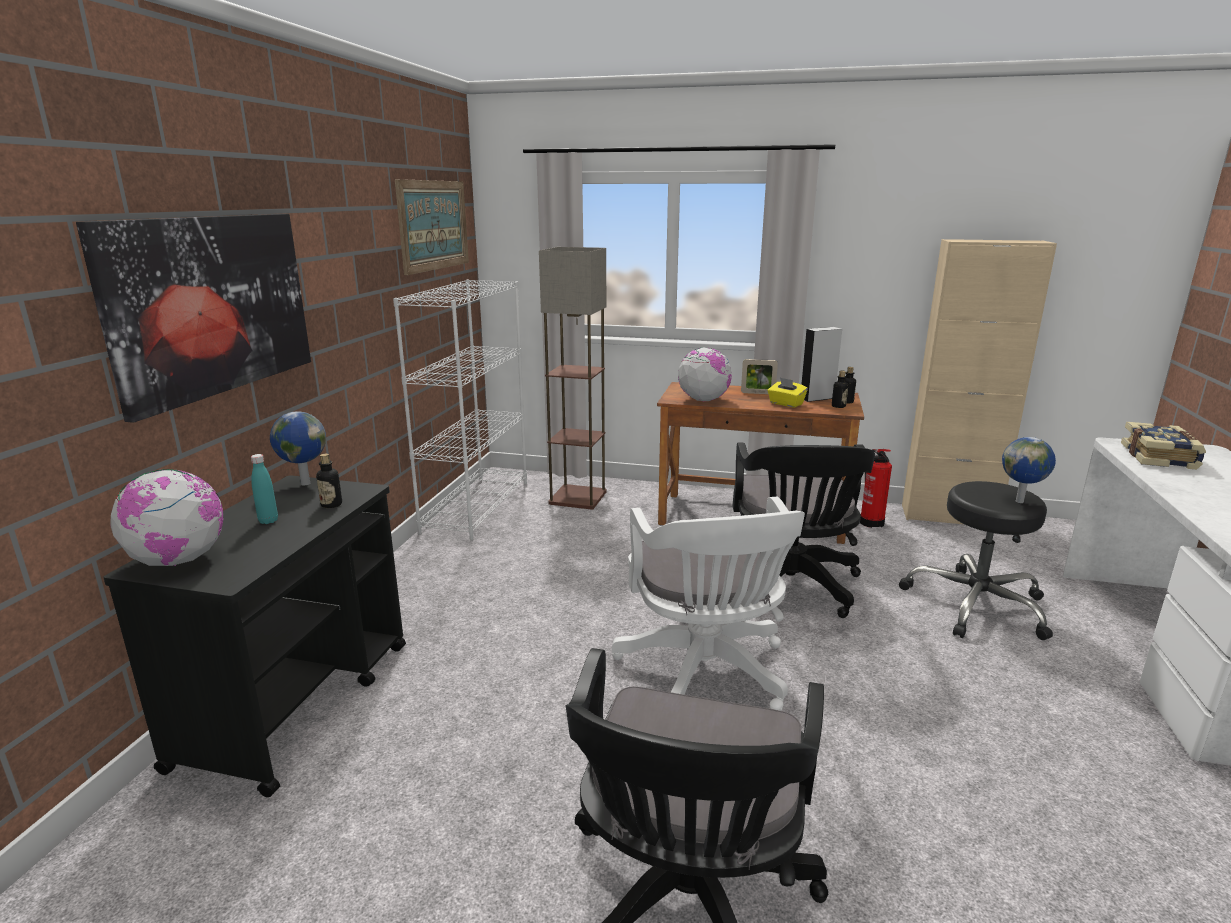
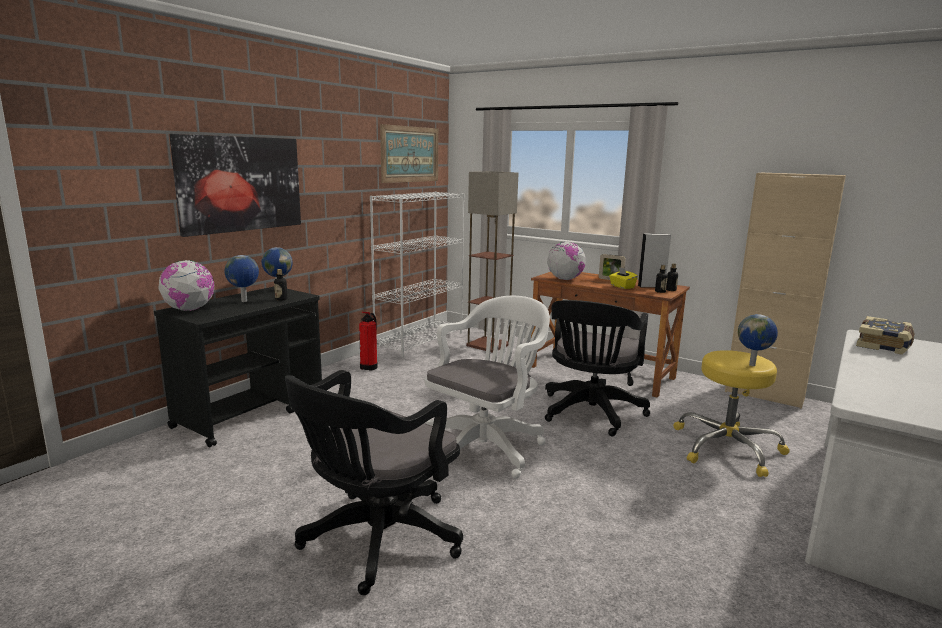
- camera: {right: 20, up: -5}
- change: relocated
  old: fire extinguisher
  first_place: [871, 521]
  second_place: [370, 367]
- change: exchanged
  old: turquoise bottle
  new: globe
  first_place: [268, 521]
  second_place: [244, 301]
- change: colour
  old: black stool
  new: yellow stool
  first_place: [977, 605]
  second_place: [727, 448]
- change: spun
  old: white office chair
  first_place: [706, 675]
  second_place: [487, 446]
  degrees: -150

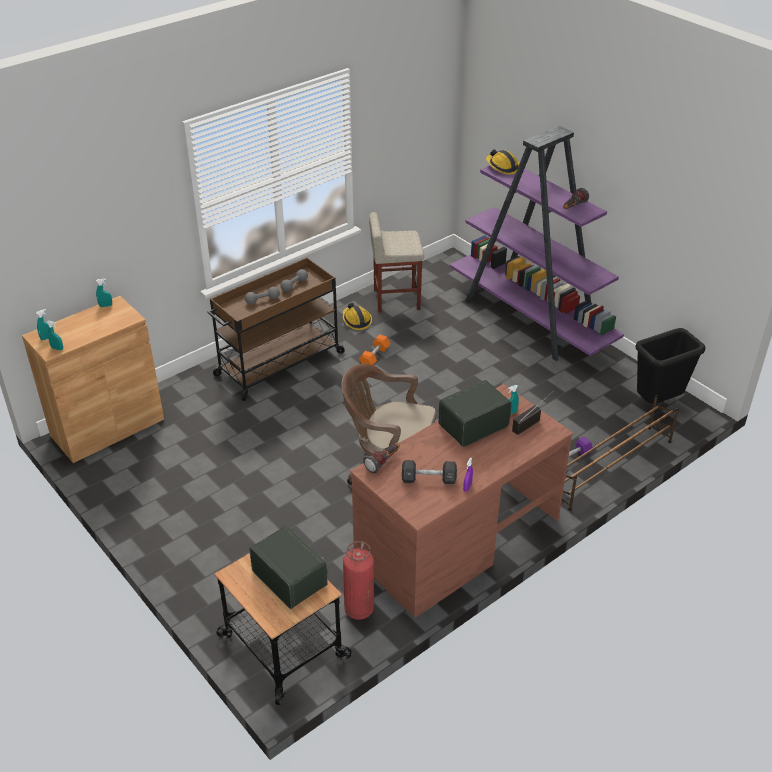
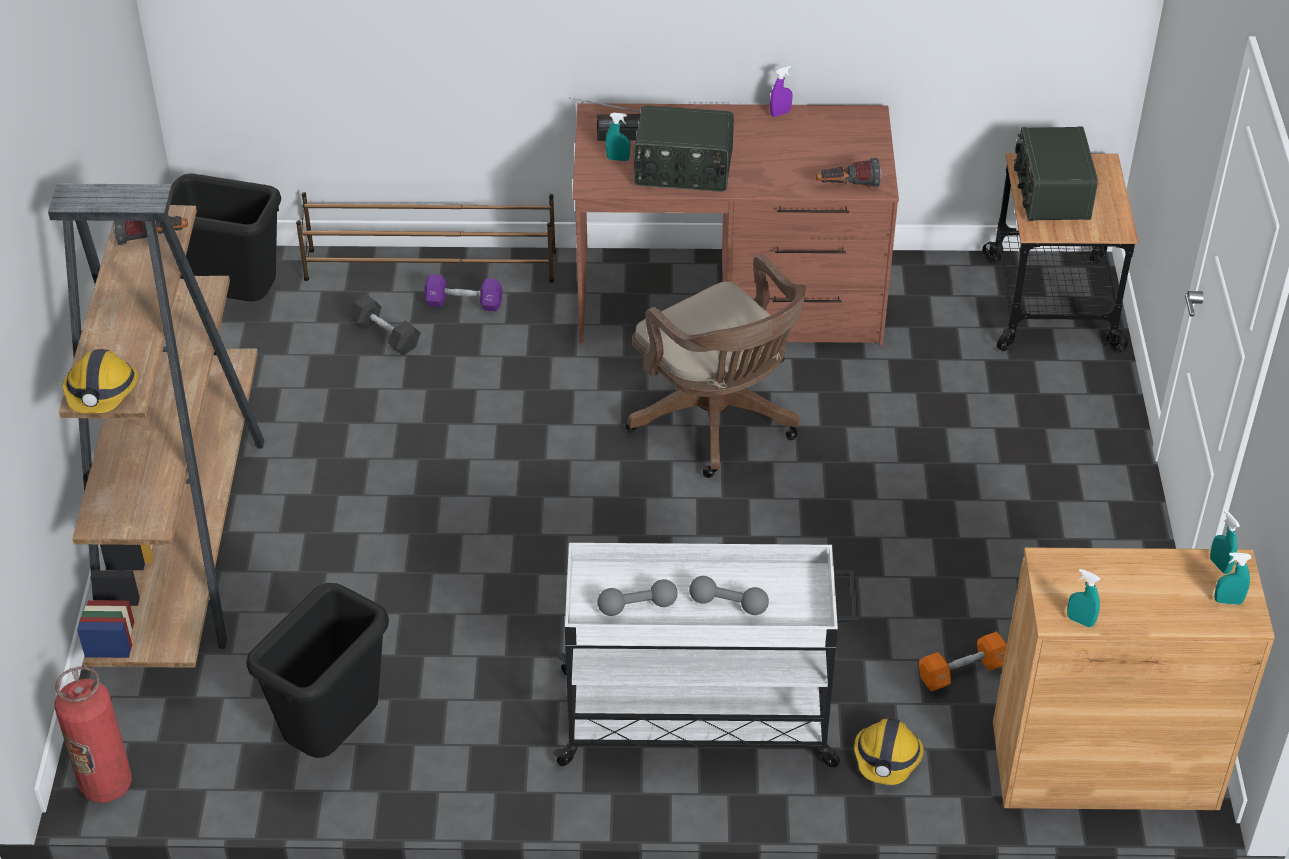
- camera: {right: -140, up: 5}
- change: relocated
  old: hard hat
  first_place: [356, 320]
  second_place: [887, 758]
- change: relocated
  old: fire extinguisher
  first_place: [359, 609]
  second_place: [106, 784]
- change: relocated
  old: orange dumbbell
  first_place: [374, 357]
  second_place: [962, 671]
- change: relocated
  old: black dumbbell
  first_place: [428, 479]
  second_place: [386, 335]
- change: exchanged
  old: beige stool
  new: black trash can
  first_place: [395, 299]
  second_place: [333, 738]
- change: colour
  old: brown cart
  new: white cart
  first_place: [278, 364]
  second_place: [701, 719]
- change: colour
  old: purple bookcase
  new: brown bookcase
  first_place: [531, 320]
  second_place: [184, 535]

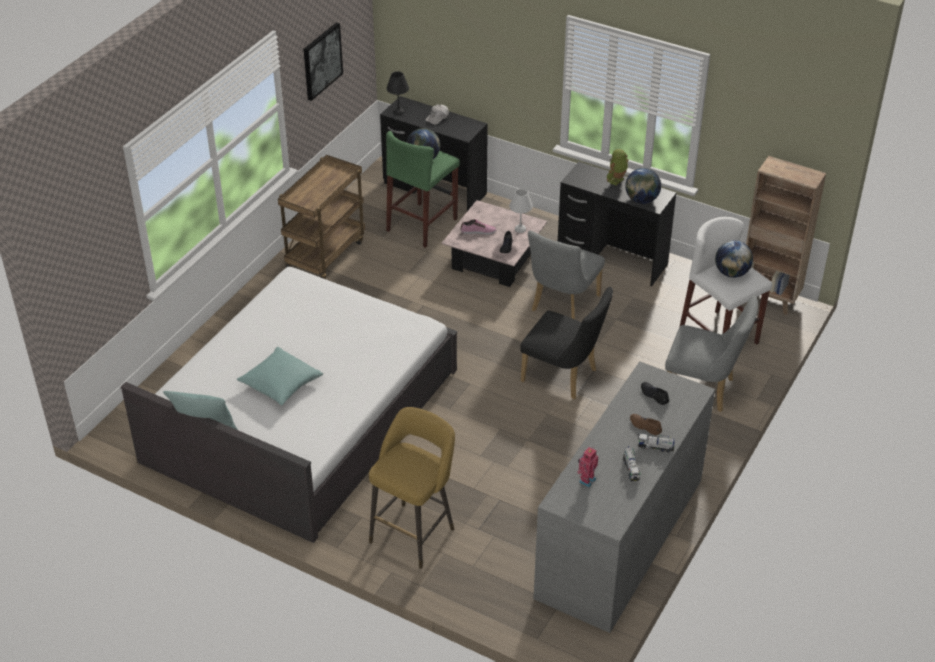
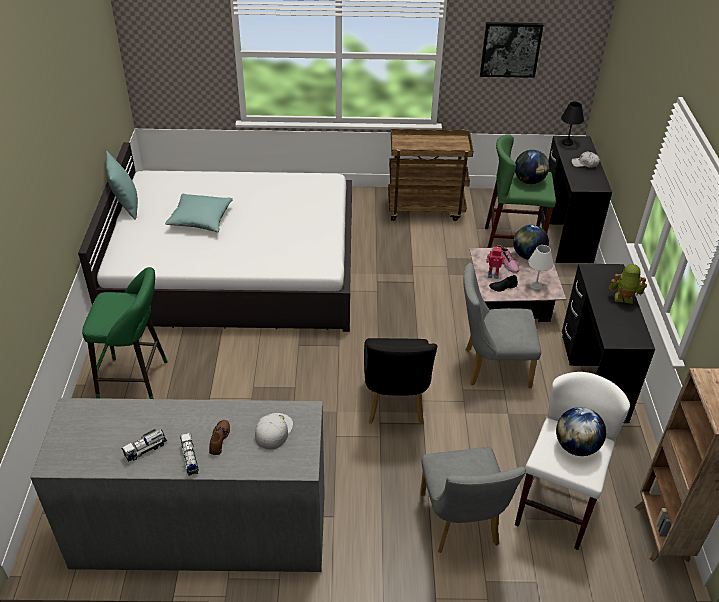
- camera: {right: 60, up: 0}
- change: relocated
  old: toy robot
  first_place: [586, 480]
  second_place: [493, 274]
- change: relocated
  old: globe
  first_place: [641, 200]
  second_place: [528, 255]
- change: exchanged
  old: black shoe
  new: white cap
  first_place: [654, 395]
  second_place: [273, 430]
- change: colour
  old: yellow stool
  new: green stool
  first_place: [414, 532]
  second_place: [137, 381]

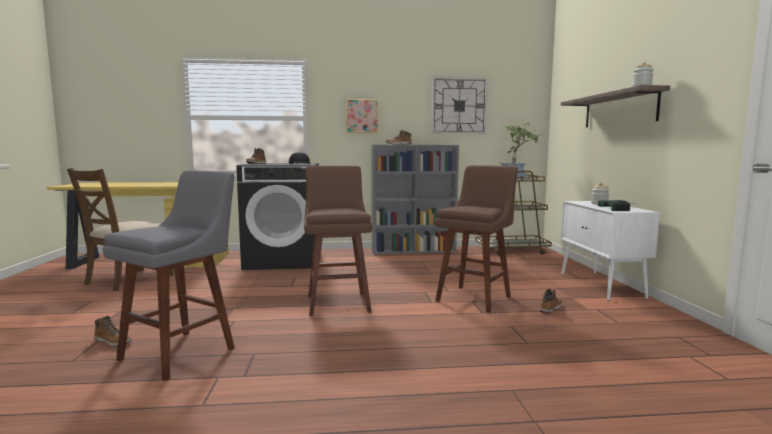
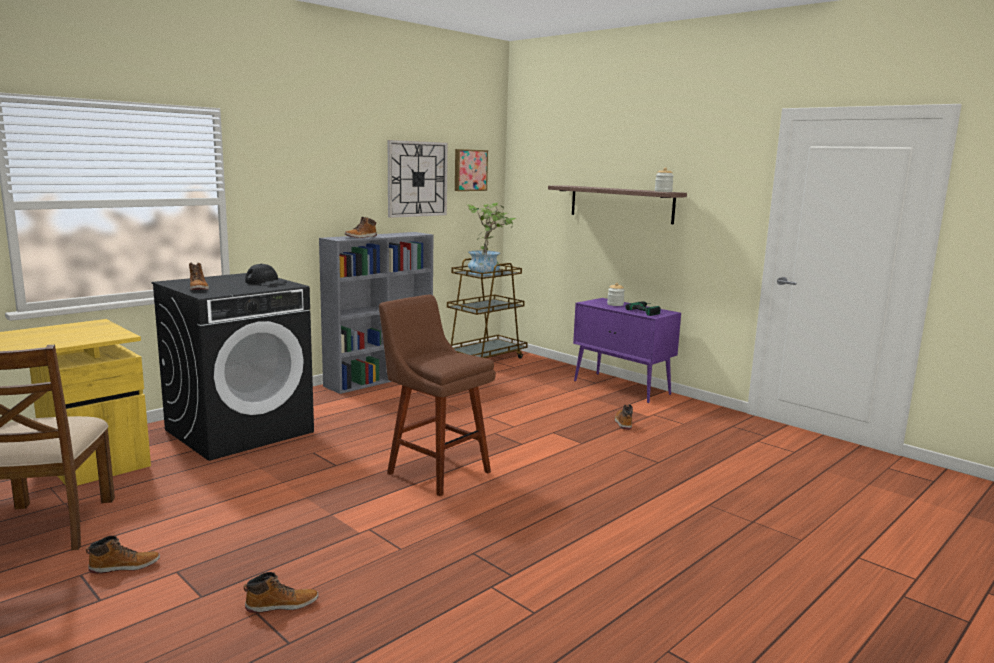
- camera: {right: -40, up: 5}
- change: missing
  old: grey stool
  first_place: [182, 352]
- change: missing
  old: brown stool
  first_place: [475, 297]
- change: appeared
  new: boot
  second_place: [125, 566]
- change: relocated
  old: picture
  first_place: [362, 116]
  second_place: [469, 170]
- change: colour
  old: white cabinet
  new: purple cabinet
  first_place: [601, 286]
  second_place: [622, 388]

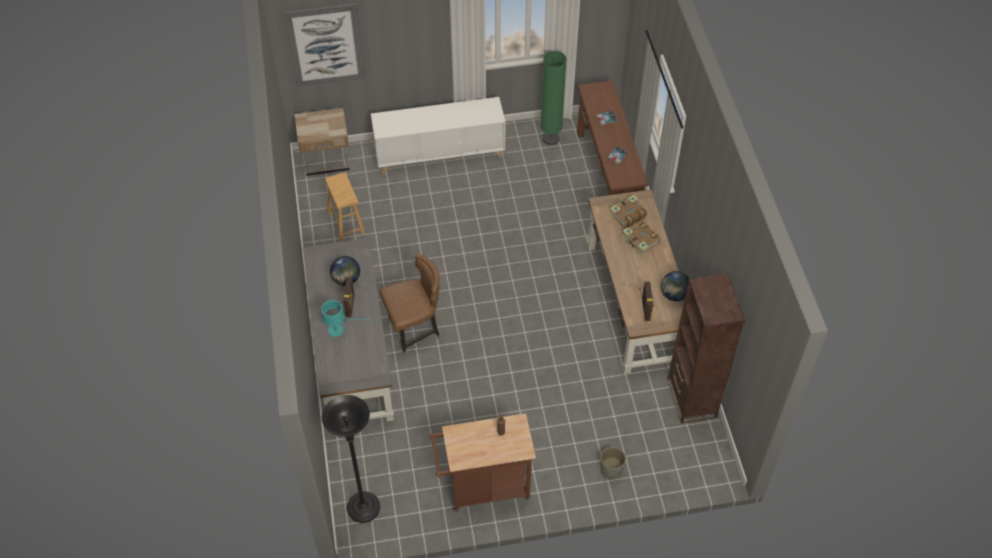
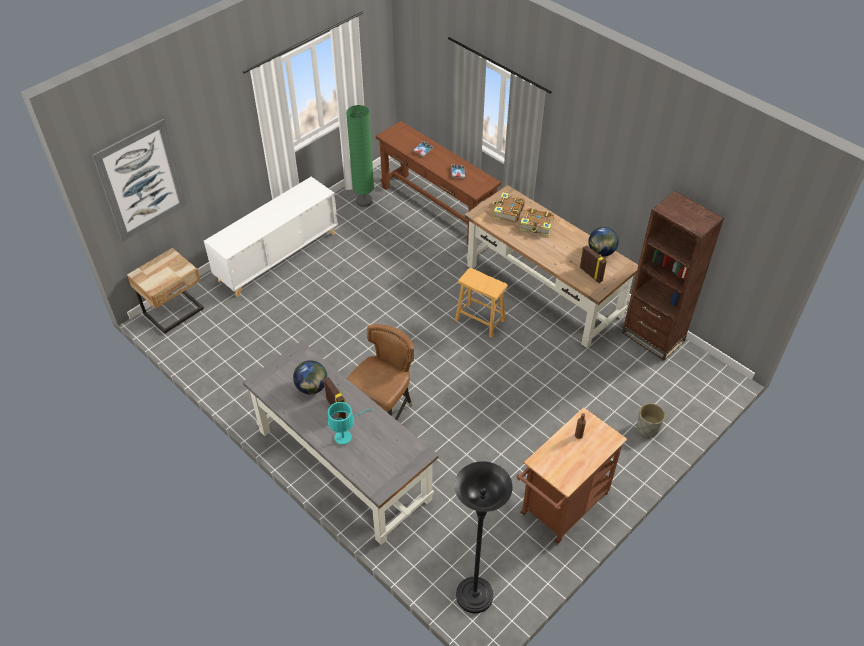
- camera: {right: -35, up: -5}
- change: relocated
  old: brown stool
  first_place: [346, 223]
  second_place: [480, 320]

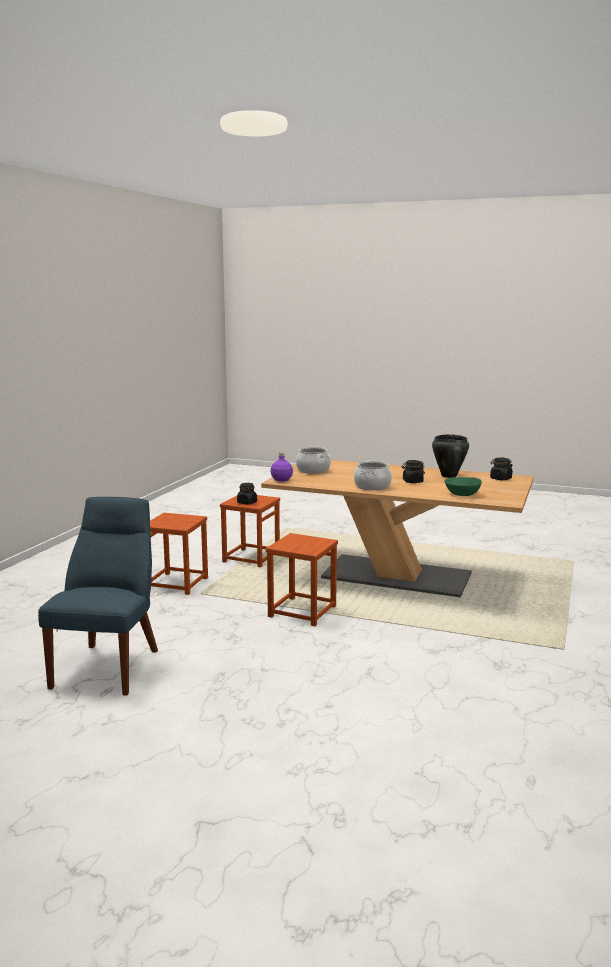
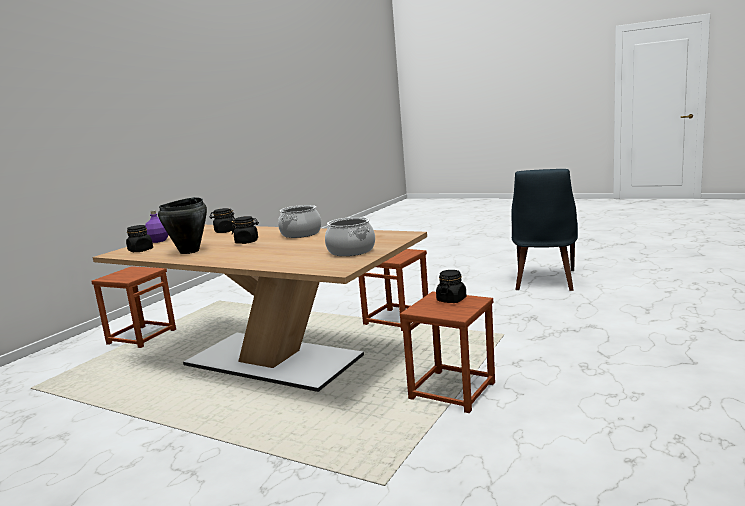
- camera: {right: -170, up: 0}
- change: relocated
  old: brown stool
  first_place: [177, 583]
  second_place: [141, 337]
- change: relocated
  old: purple bottle
  first_place: [281, 480]
  second_place: [158, 241]
- change: exchanged
  old: green bowl
  new: black jar
  first_place: [462, 494]
  second_place: [224, 231]

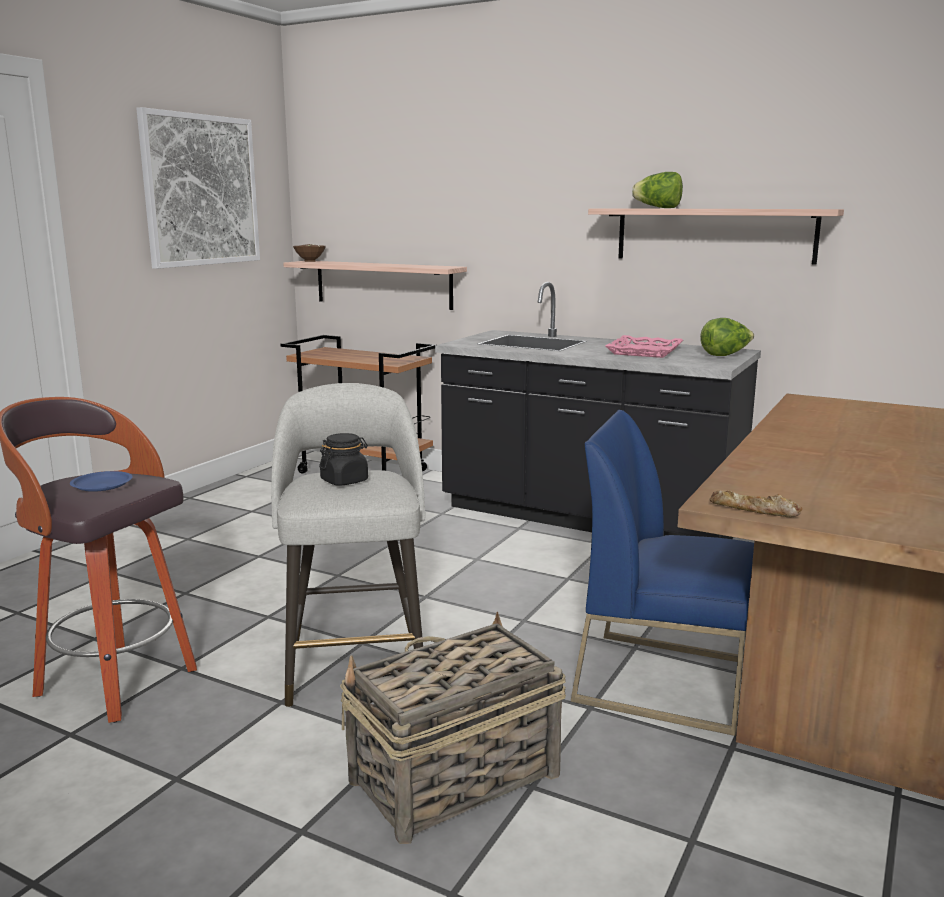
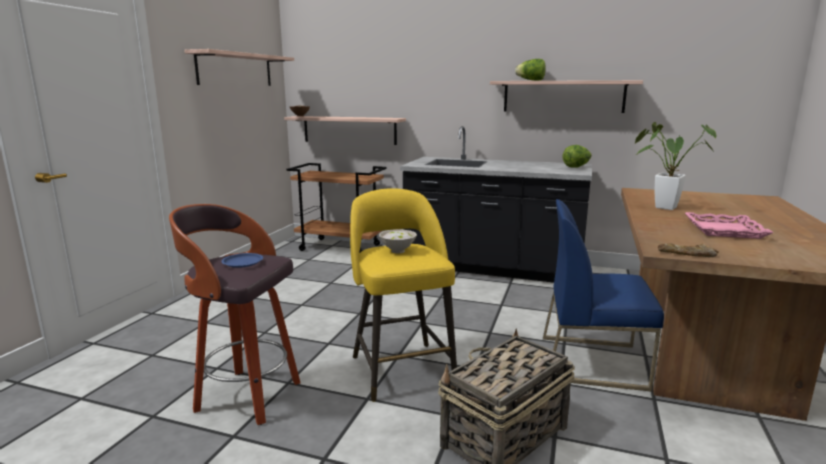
- camera: {right: -10, up: 0}
- change: appeared
  new: potted plant
  second_place: [660, 207]
- change: relocated
  old: pink tray
  first_place: [643, 352]
  second_place: [723, 230]
- change: exchanged
  old: picture
  new: shelf
  first_place: [201, 190]
  second_place: [235, 69]
- change: exchanged
  old: black jar
  new: white bowl
  first_place: [344, 481]
  second_place: [398, 251]
- change: colour
  old: grey stool
  new: yellow stool
  first_place: [355, 663]
  second_place: [401, 368]

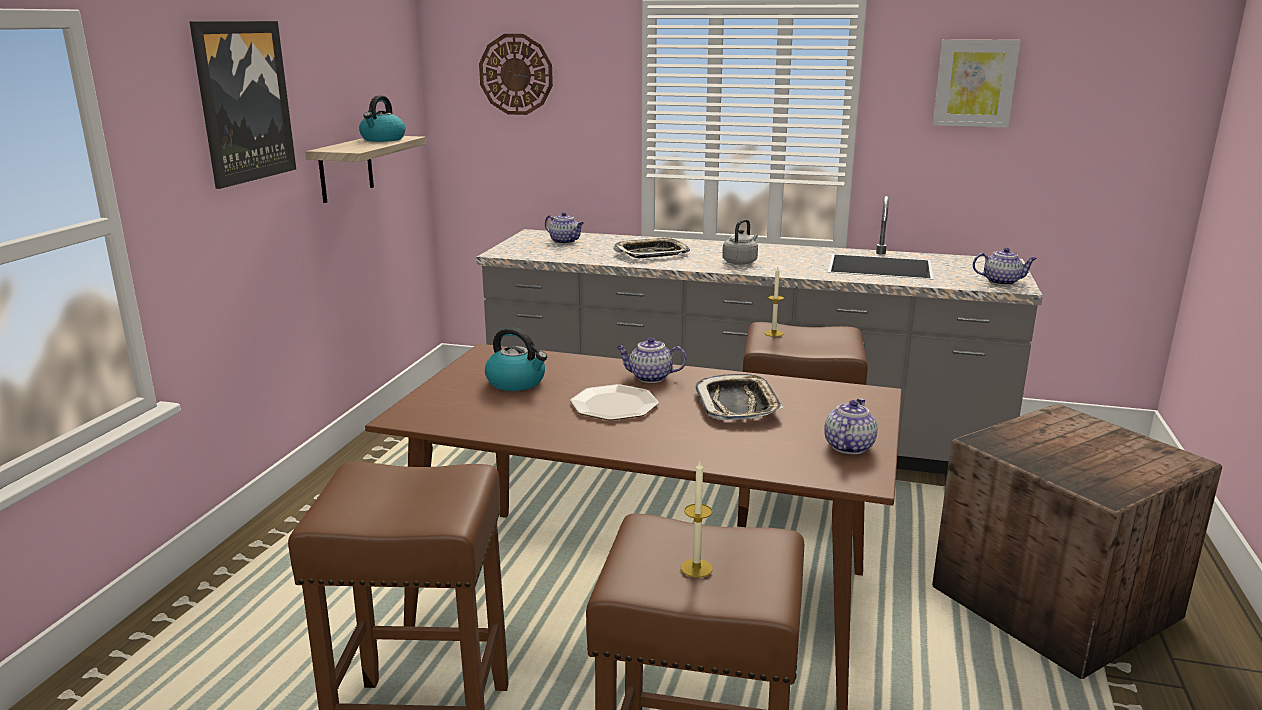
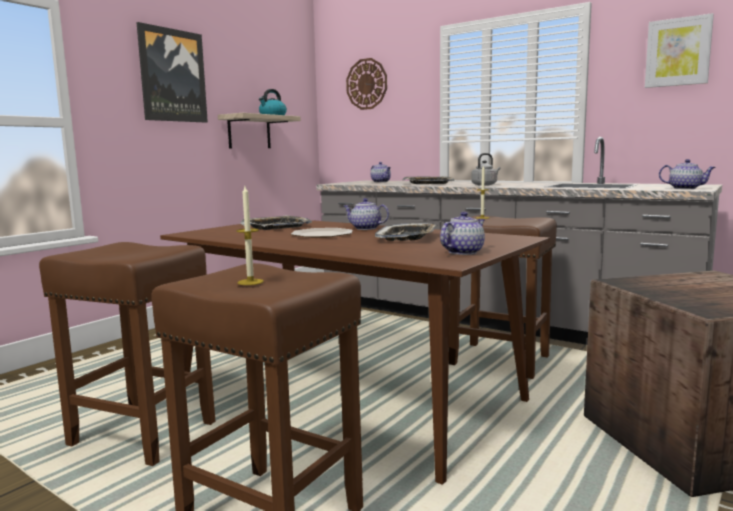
- camera: {right: 20, up: -10}
- change: exchanged
  old: kettle
  new: tray
  first_place: [517, 382]
  second_place: [276, 227]

